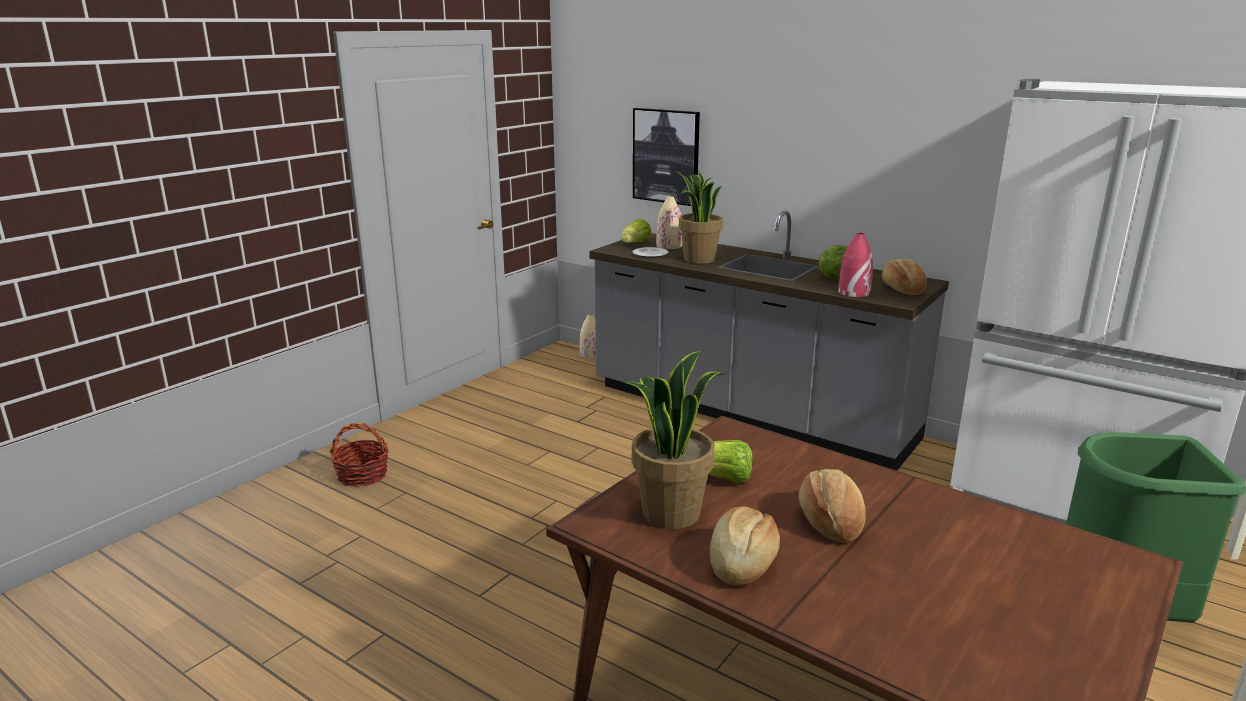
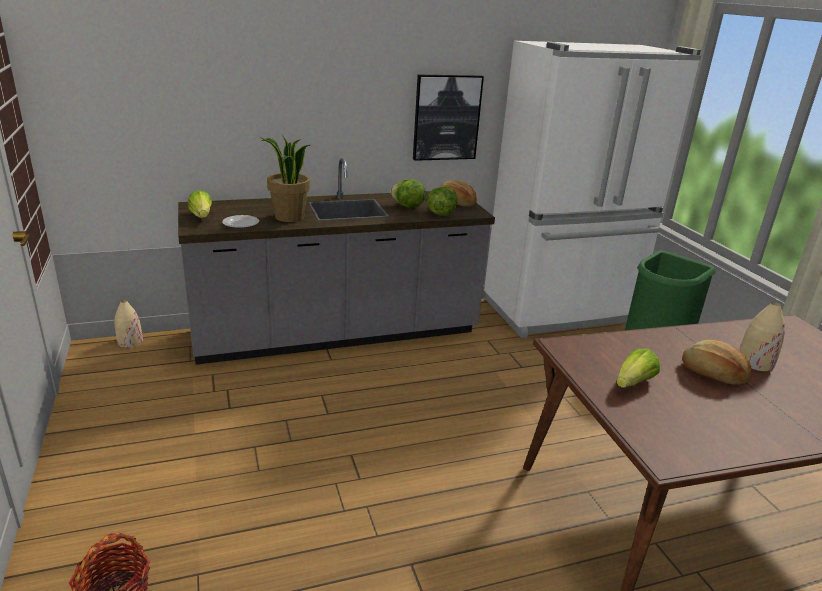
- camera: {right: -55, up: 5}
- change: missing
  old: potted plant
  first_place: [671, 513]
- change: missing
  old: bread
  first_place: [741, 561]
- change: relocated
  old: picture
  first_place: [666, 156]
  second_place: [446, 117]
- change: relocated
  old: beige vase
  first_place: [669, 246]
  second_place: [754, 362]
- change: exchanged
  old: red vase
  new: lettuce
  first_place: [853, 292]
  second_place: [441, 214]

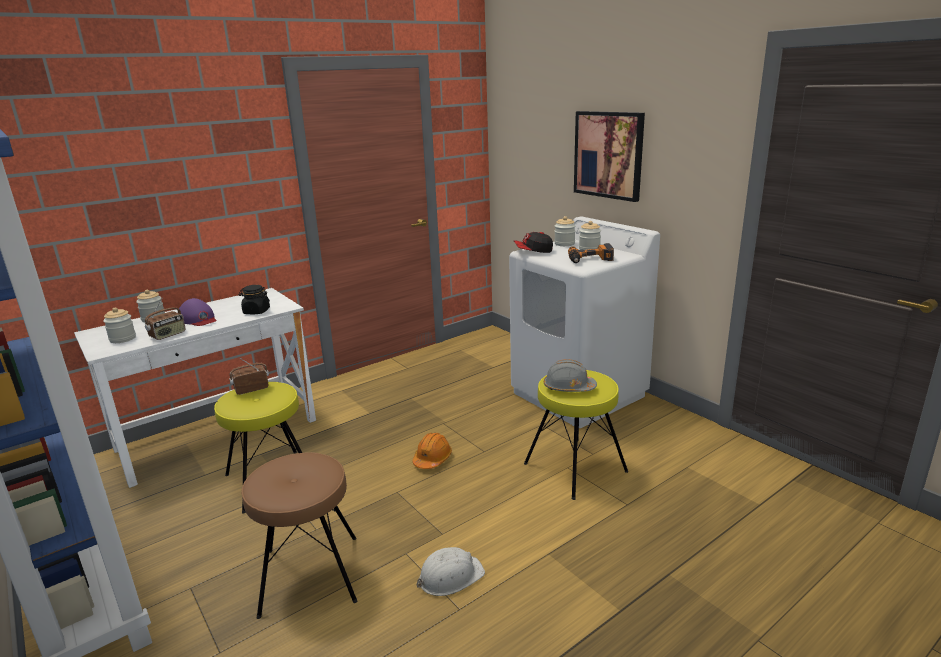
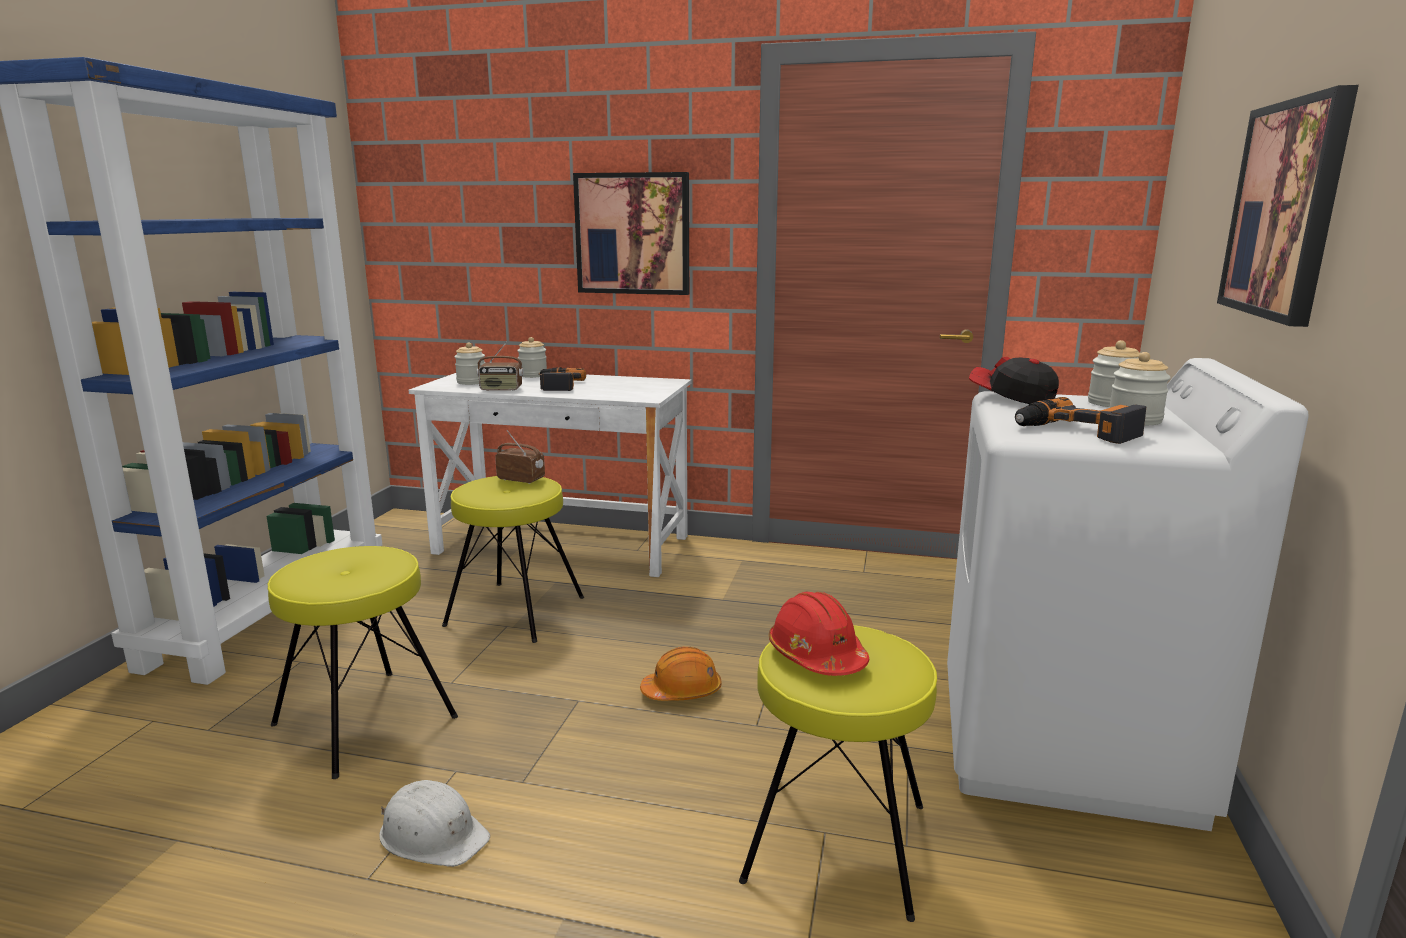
- camera: {right: 50, up: -5}
- change: missing
  old: black jar
  first_place: [256, 311]
- change: appeared
  new: picture
  second_place: [633, 234]
- change: exchanged
  old: purple cap
  new: power drill
  first_place: [198, 319]
  second_place: [557, 385]
- change: colour
  old: brown stool
  new: yellow stool
  first_place: [309, 574]
  second_place: [365, 720]
- change: colour
  old: grey hard hat
  new: red hard hat
  first_place: [568, 387]
  second_place: [816, 656]

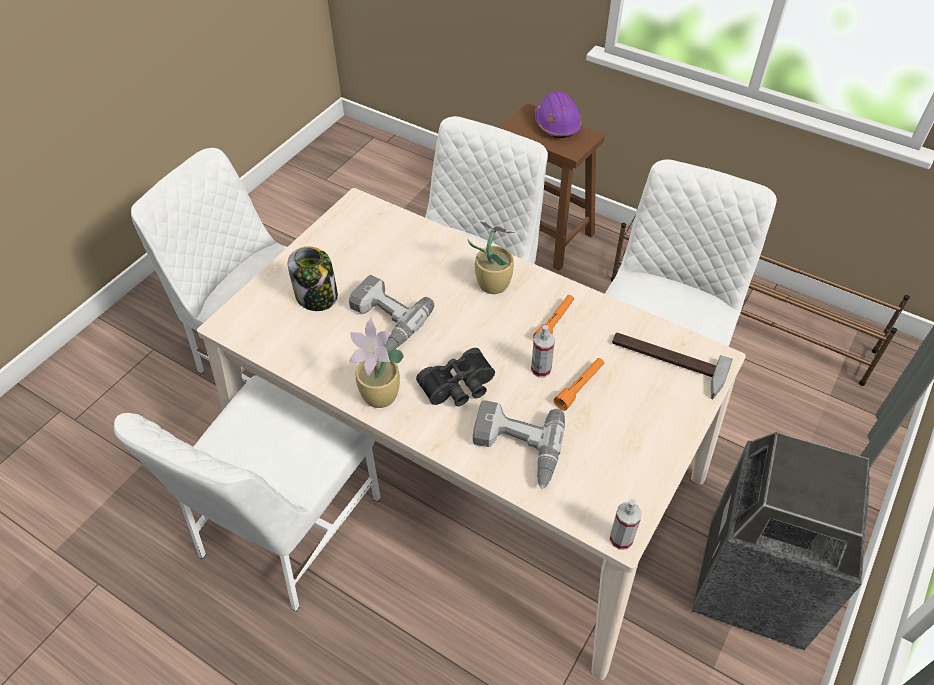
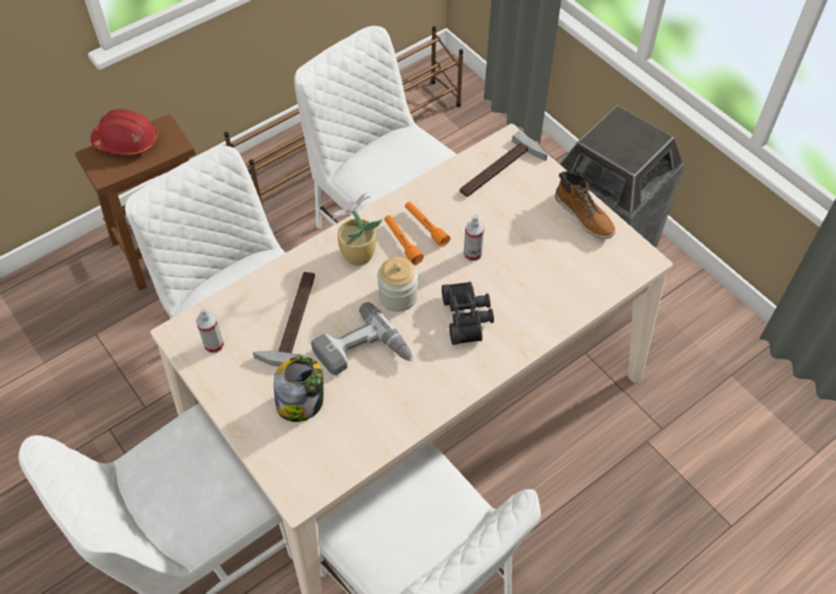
- camera: {right: -70, up: 5}
- change: missing
  old: potted plant
  first_place: [381, 397]
- change: missing
  old: power drill
  first_place: [516, 449]
- change: appeared
  new: hammer
  second_place: [290, 319]
- change: appeared
  new: jar
  second_place: [398, 296]
- change: appeared
  new: boot
  second_place: [584, 215]
- change: relocated
  old: orange flashlight
  first_place: [580, 387]
  second_place: [402, 243]
- change: relocated
  old: spray bottle
  first_place: [621, 539]
  second_place: [214, 345]
- change: colour
  old: purple hard hat
  new: red hard hat
  first_place: [557, 124]
  second_place: [127, 142]

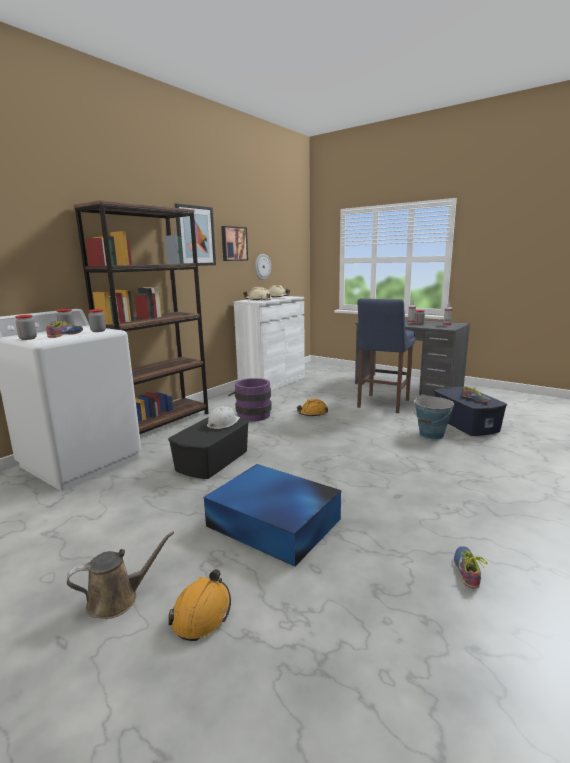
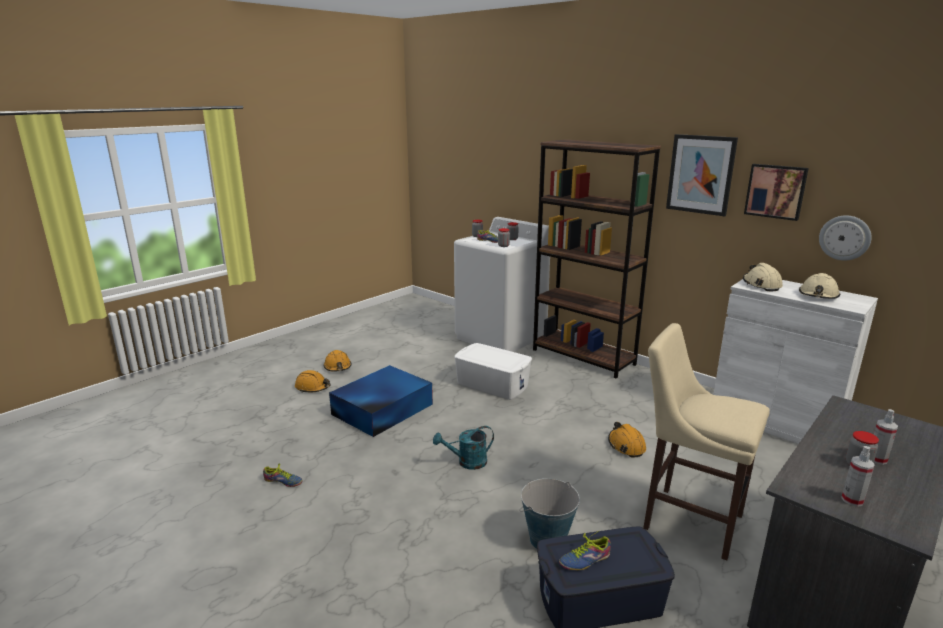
- camera: {right: 95, up: 5}
- change: missing
  old: white hard hat
  first_place: [223, 423]
- change: missing
  old: purple bucket
  first_place: [250, 415]
- change: appeared
  new: turquoise watering can
  second_place: [467, 462]
- change: exchanged
  old: brown watering can
  new: orange hard hat
  first_place: [118, 599]
  second_place: [338, 367]
- change: colour
  old: black storage box
  new: white storage box
  first_place: [212, 460]
  second_place: [492, 384]
- change: colour
  old: blue stool
  new: beige stool
  first_place: [382, 404]
  second_place: [687, 519]

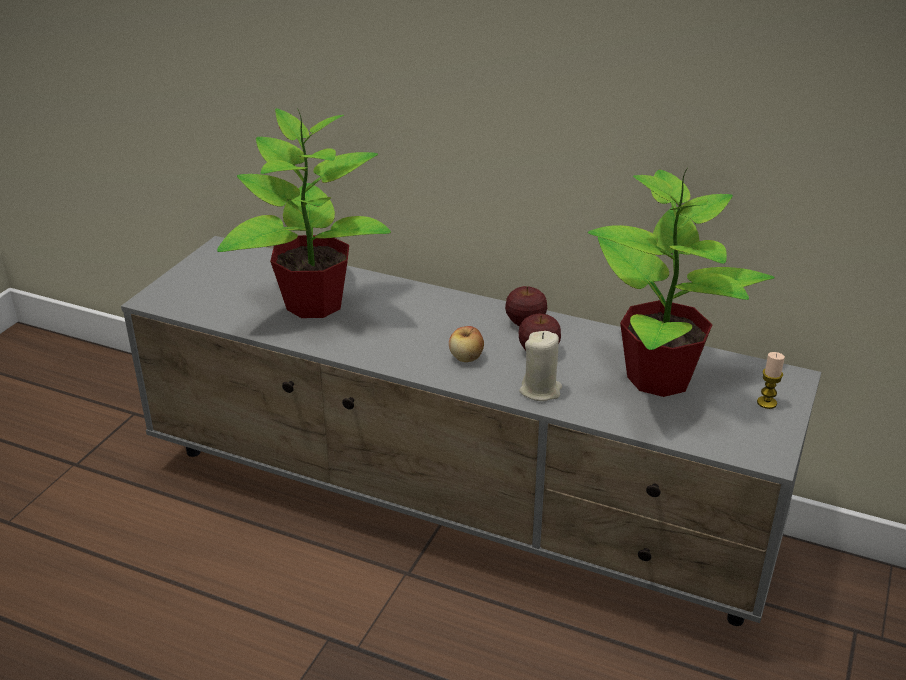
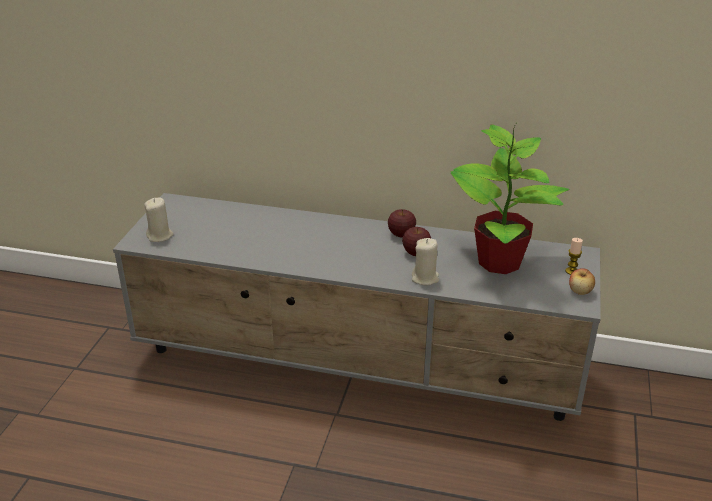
- camera: {right: -10, up: 0}
- change: missing
  old: potted plant
  first_place: [312, 303]
- change: appeared
  new: beige candle
  second_place: [160, 236]
- change: relocated
  old: apple
  first_place: [466, 358]
  second_place: [580, 291]

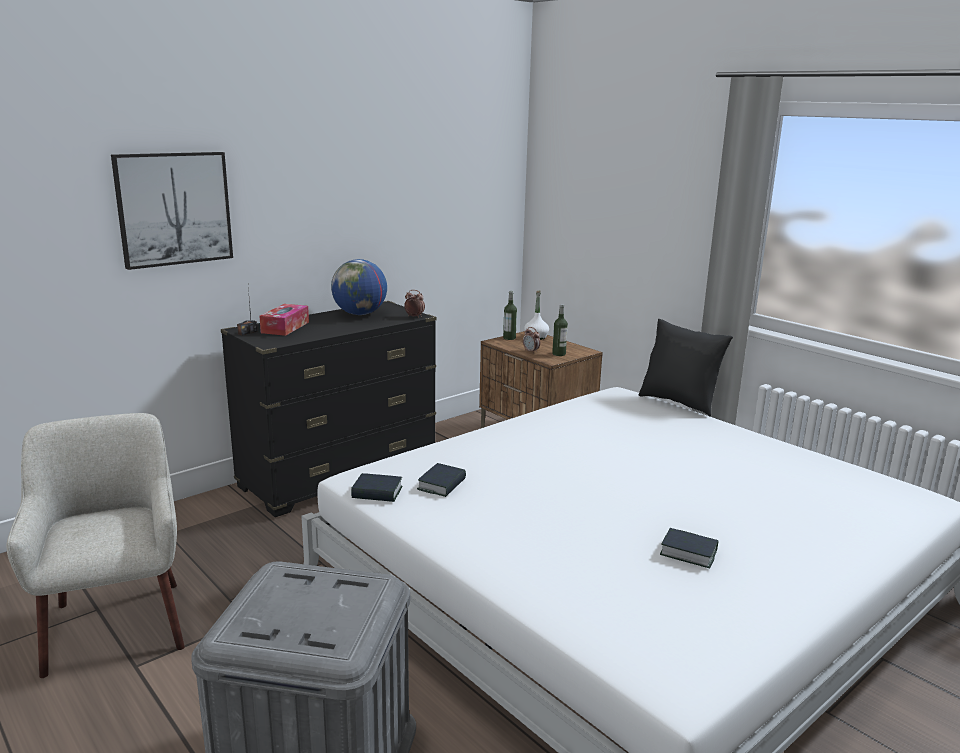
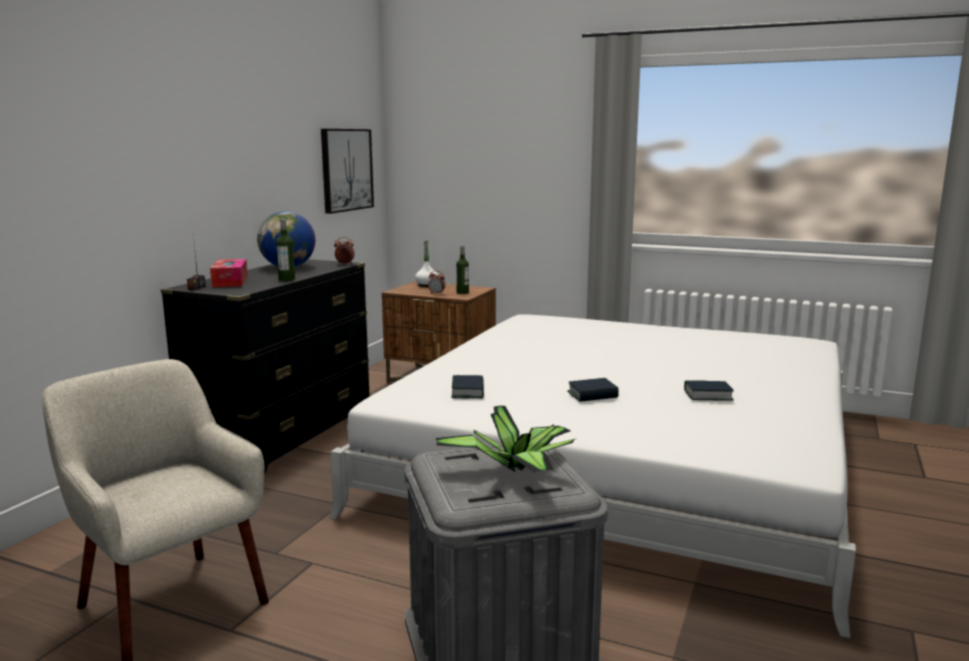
- camera: {right: -25, up: -5}
- change: missing
  old: black pillow
  first_place: [679, 403]
- change: appeared
  new: potted plant
  second_place: [516, 469]
- change: relocated
  old: picture
  first_place: [174, 209]
  second_place: [346, 170]
- change: relocated
  old: book
  first_place: [377, 493]
  second_place: [592, 395]
- change: relocated
  old: bottle
  first_place: [509, 338]
  second_place: [287, 279]

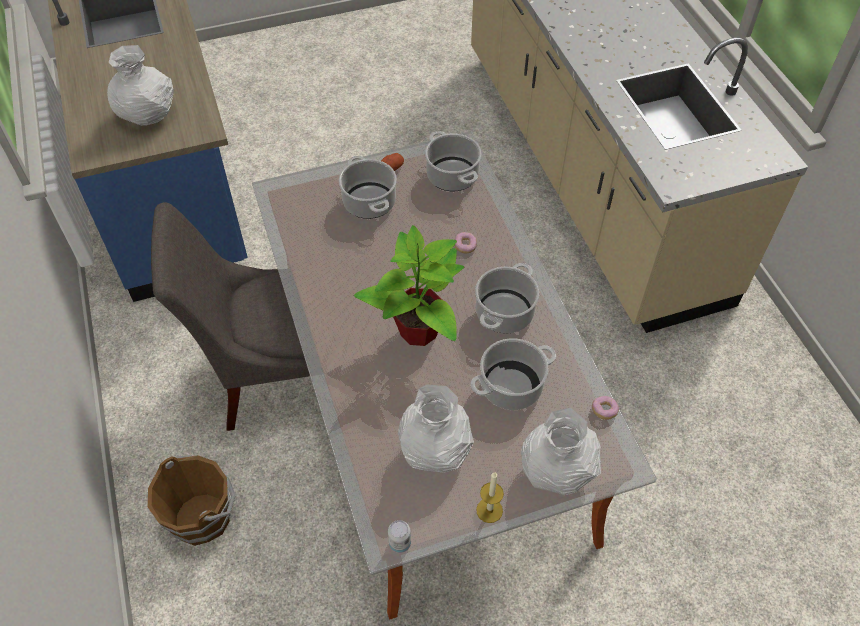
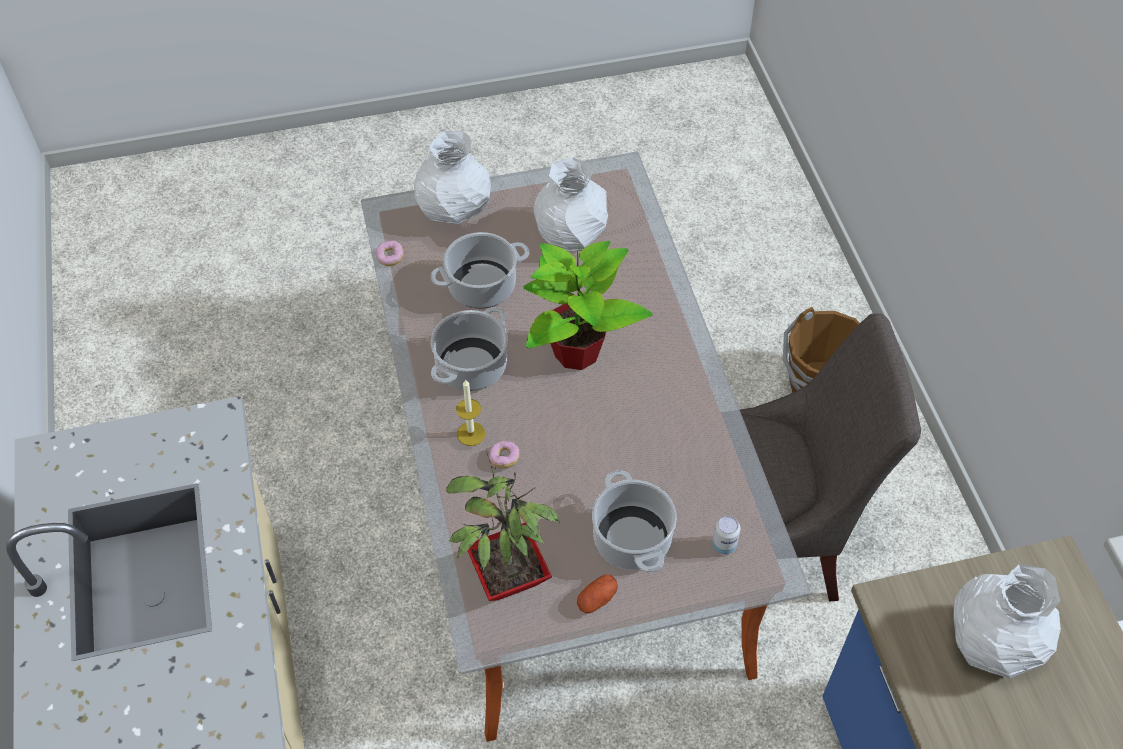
- camera: {right: -175, up: 0}
- change: relocated
  old: can
  first_place: [400, 543]
  second_place: [724, 545]
- change: relocated
  old: candle
  first_place: [489, 510]
  second_place: [471, 433]
- change: exchanged
  old: cooking pot
  new: potted plant
  first_place: [451, 175]
  second_place: [505, 578]

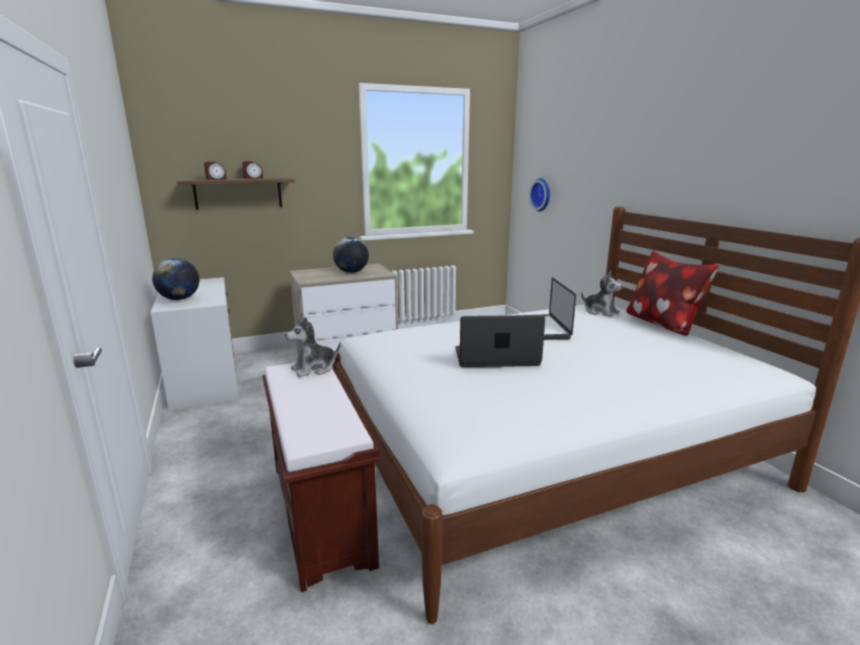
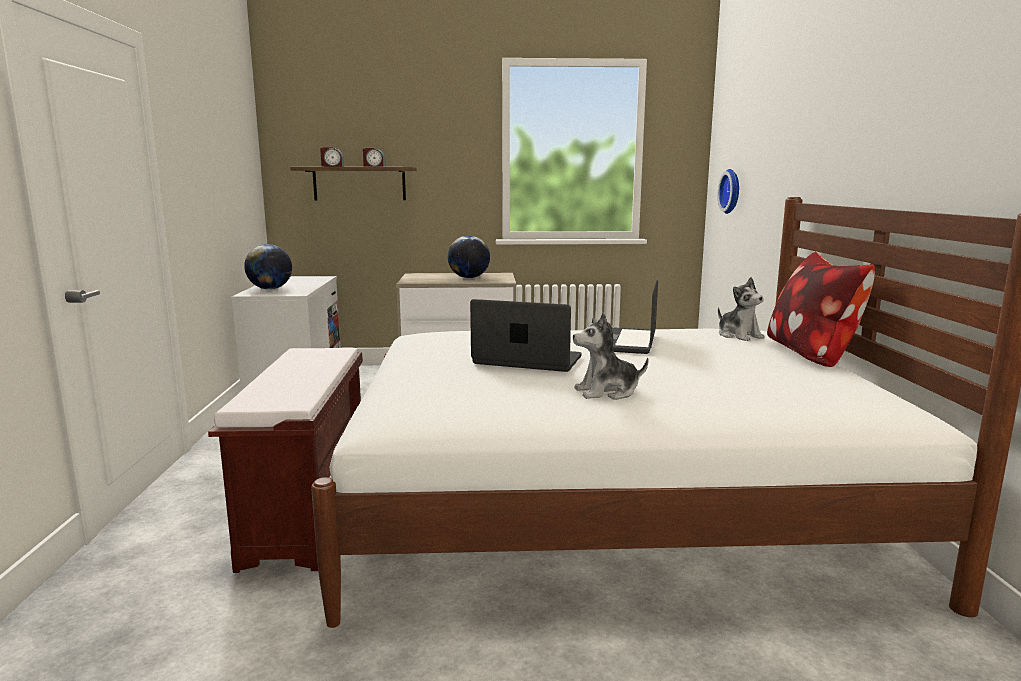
- camera: {right: 20, up: -5}
- change: relocated
  old: plush toy
  first_place: [314, 369]
  second_place: [607, 392]

